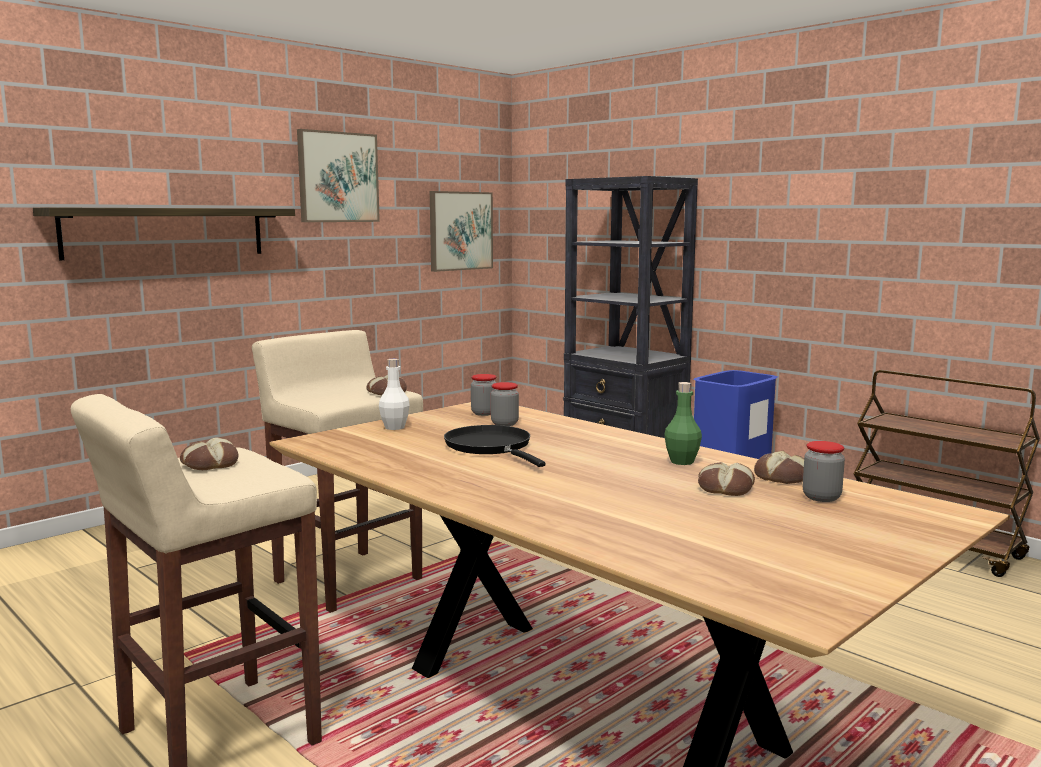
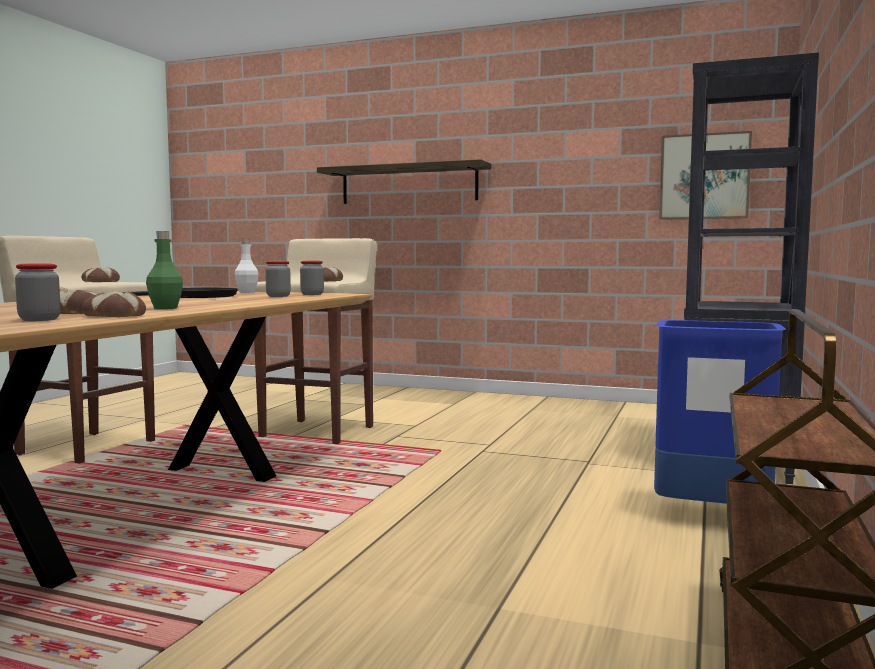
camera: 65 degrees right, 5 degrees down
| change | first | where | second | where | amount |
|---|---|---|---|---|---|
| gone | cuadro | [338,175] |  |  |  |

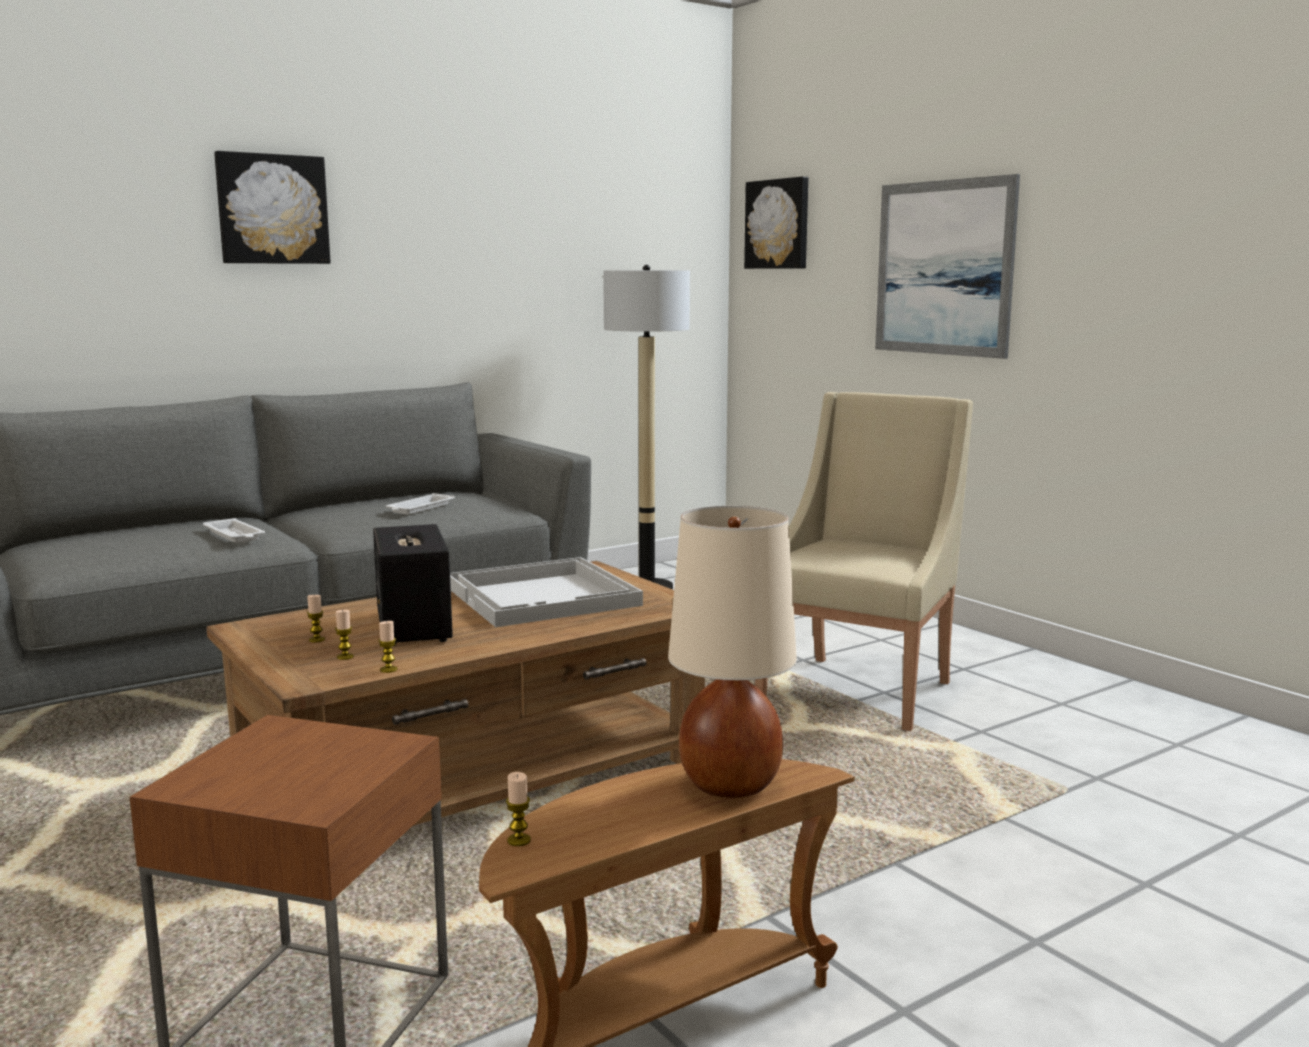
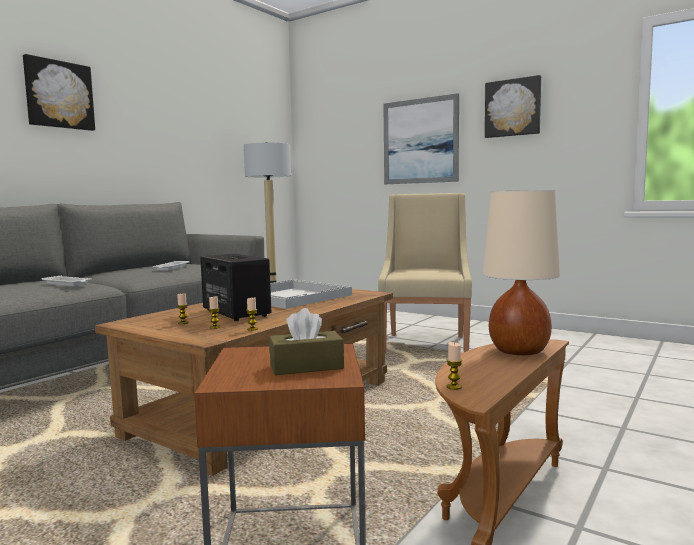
camera: 20 degrees left, 5 degrees down
| change | first | where | second | where | amount |
|---|---|---|---|---|---|
| shifted | cuadro | [776,223] |  | [513,106] |  |
| new |  |  | caja de pañuelos [marrón] | [306,341] |  |

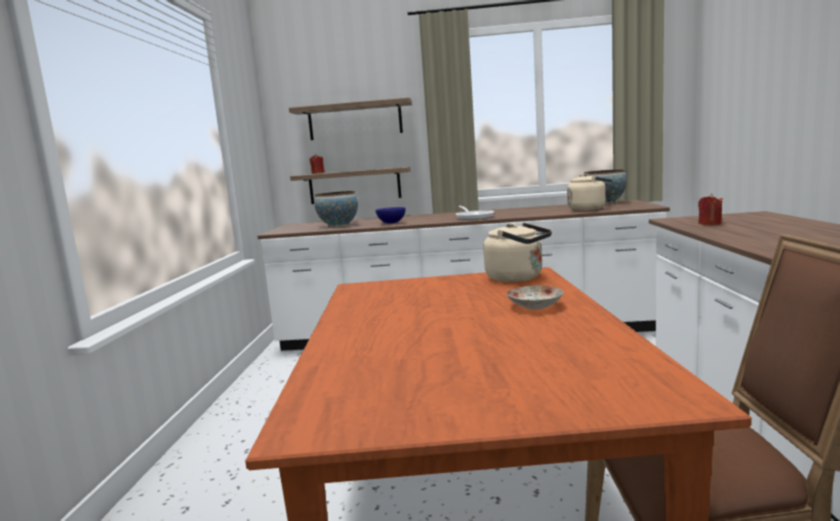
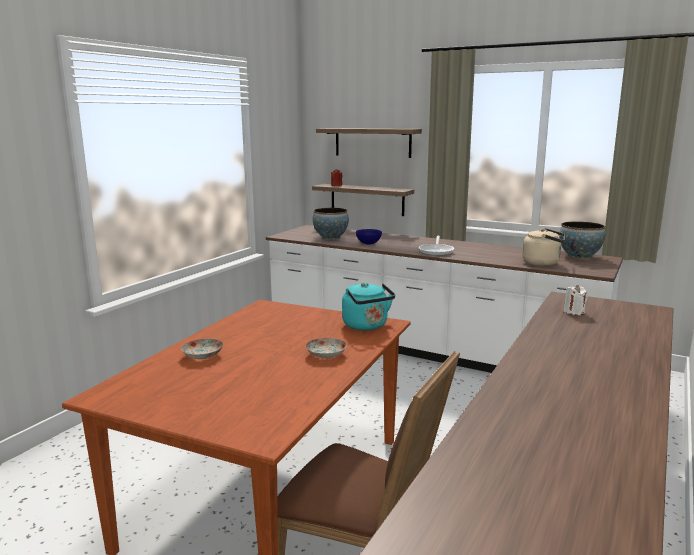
camera: 25 degrees right, 5 degrees up
| change | first | where | second | where | amount |
|---|---|---|---|---|---|
| repainted | hervidor [beis] | [517,252] | hervidor [turquesa] | [368,306] |  |
| repainted | vela [rojo] | [710,209] | vela [blanco] | [576,300] |  |
| new |  |  | plato | [202,349] |  |

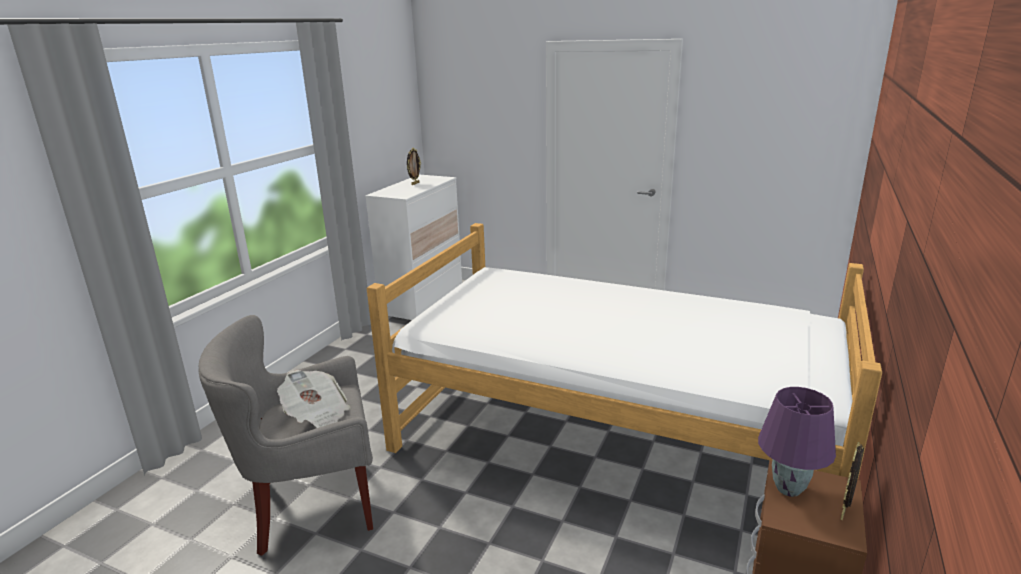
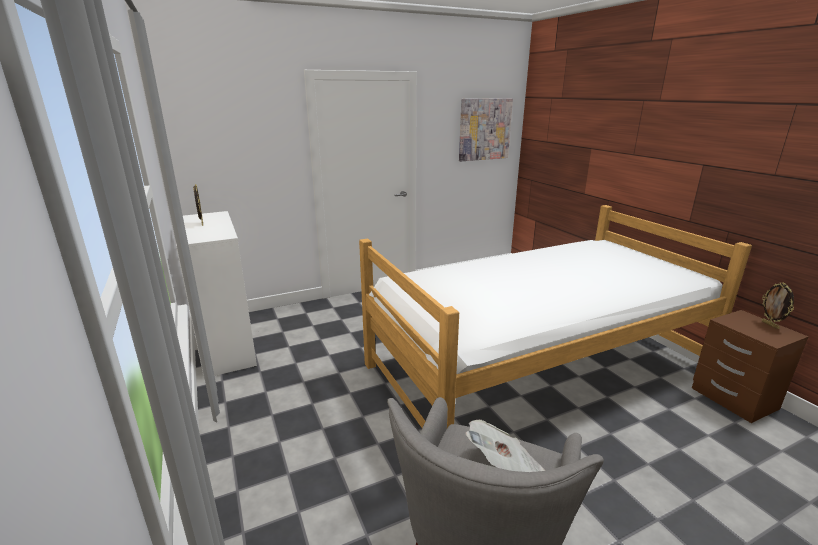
camera: 50 degrees left, 0 degrees up
| change | first | where | second | where | amount |
|---|---|---|---|---|---|
| gone | lámpara de mesa [morado] | [797,442] |  |  |  |
| new |  |  | cuadro | [486,129] |  |

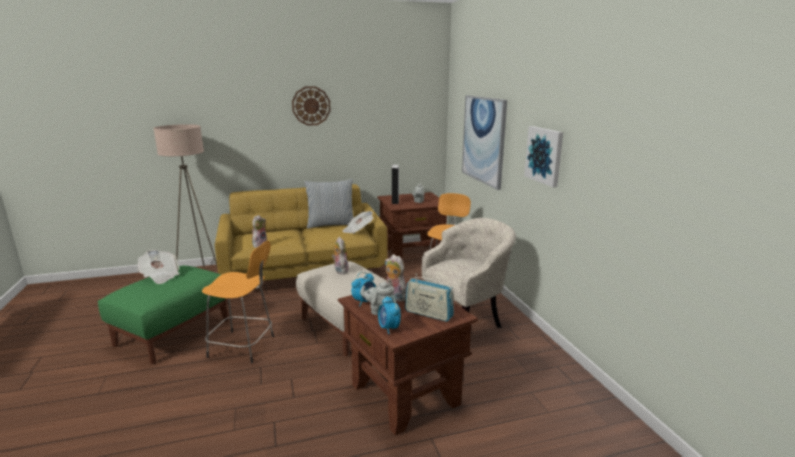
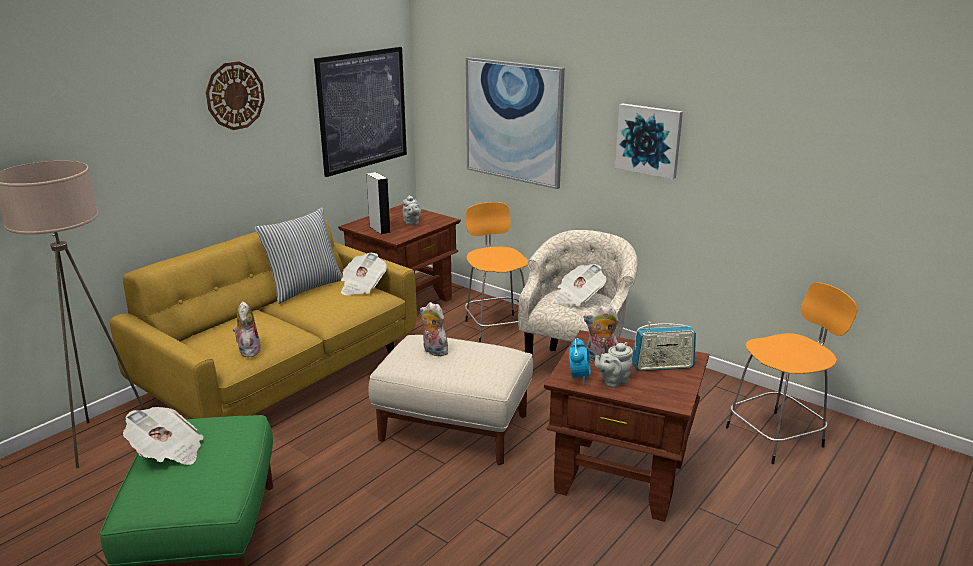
camera: 35 degrees left, 5 degrees up
| change | first | where | second | where | amount |
|---|---|---|---|---|---|
| shifted | taburete [naranja] | [238,302] |  | [791,373] |  |
| gone | despertador | [389,315] |  |  |  |
| new |  |  | cuadro | [360,112] |  |
| new |  |  | periódico | [579,285] |  |

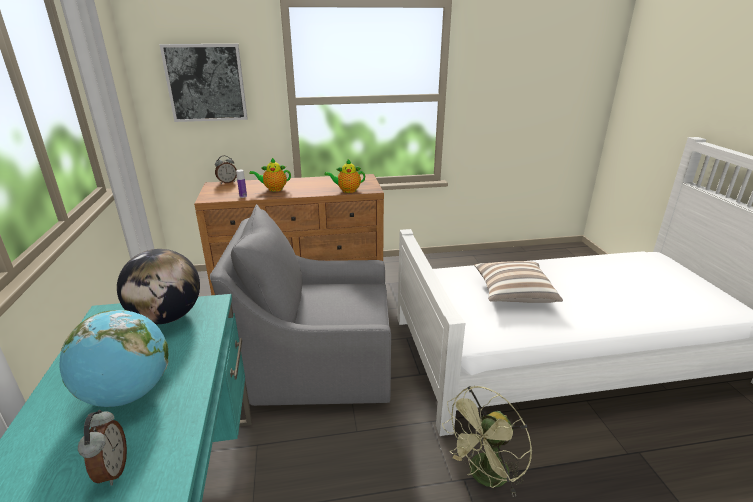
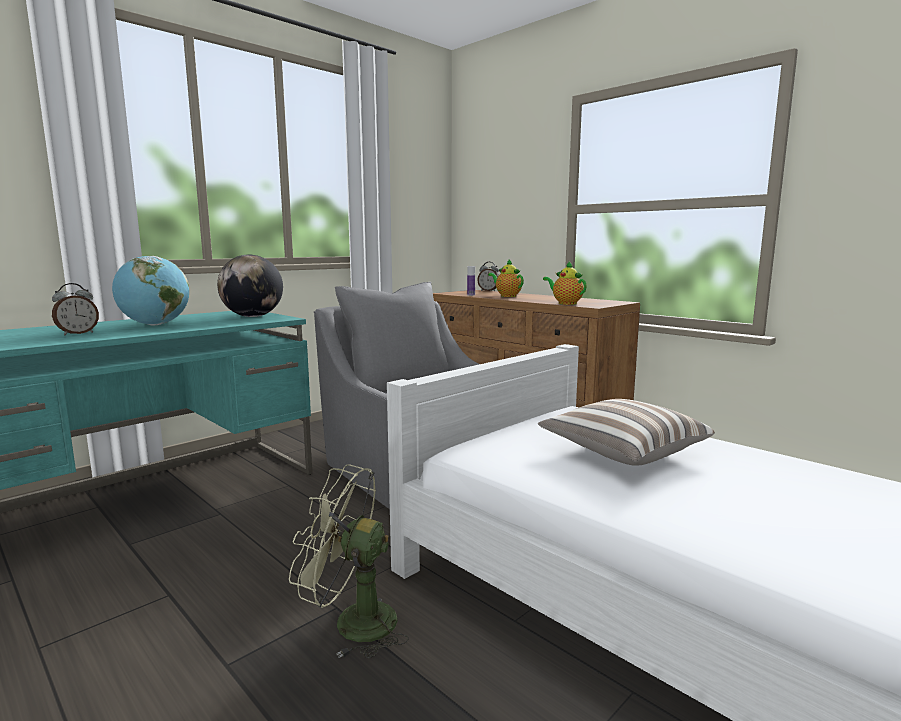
camera: 55 degrees right, 15 degrees down
| change | first | where | second | where | amount |
|---|---|---|---|---|---|
| gone | cuadro | [203,83] |  |  |  |

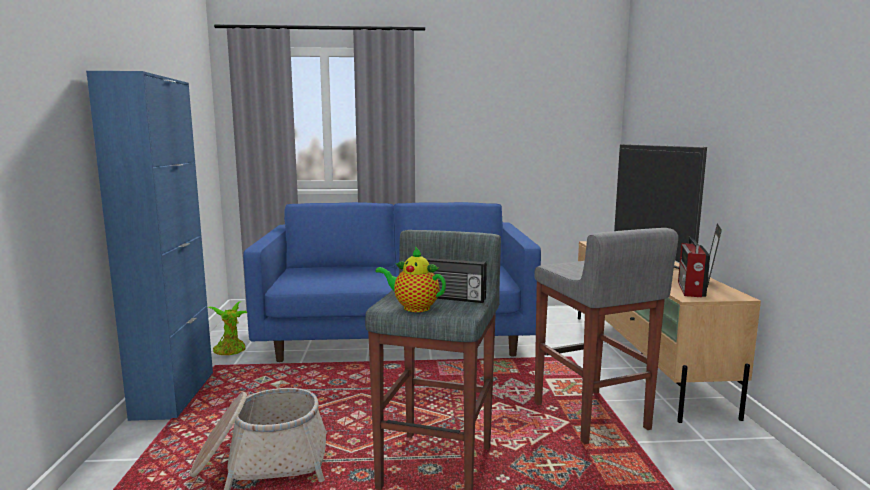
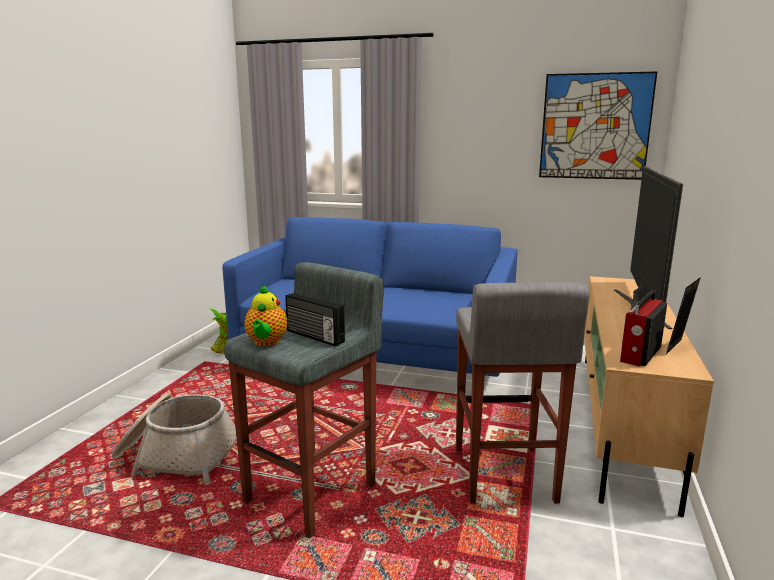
camera: 20 degrees right, 5 degrees up
| change | first | where | second | where | amount |
|---|---|---|---|---|---|
| gone | armario [azul] | [149,246] |  |  |  |
| rotated | tetera | [410,279] |  | [265,315] | 135 degrees counterclockwise |
| new |  |  | cuadro | [598,125] |  |

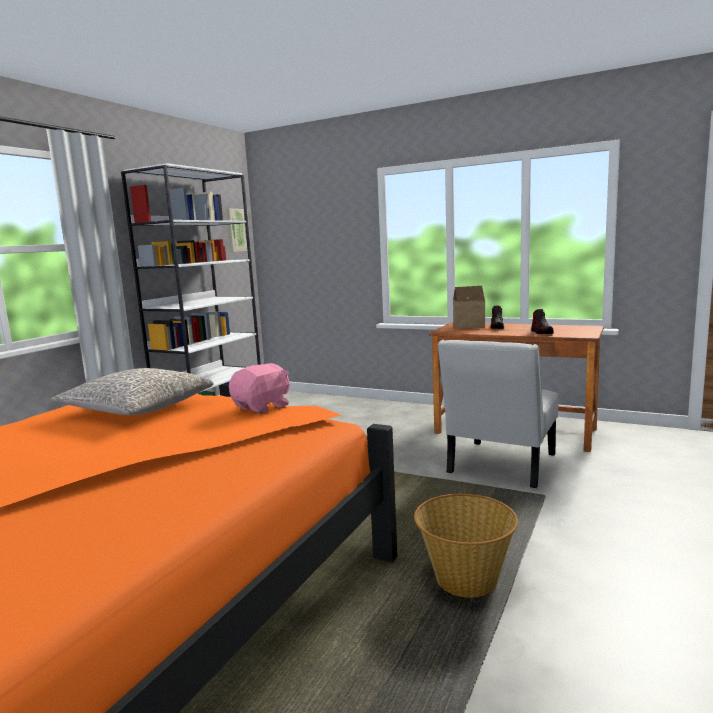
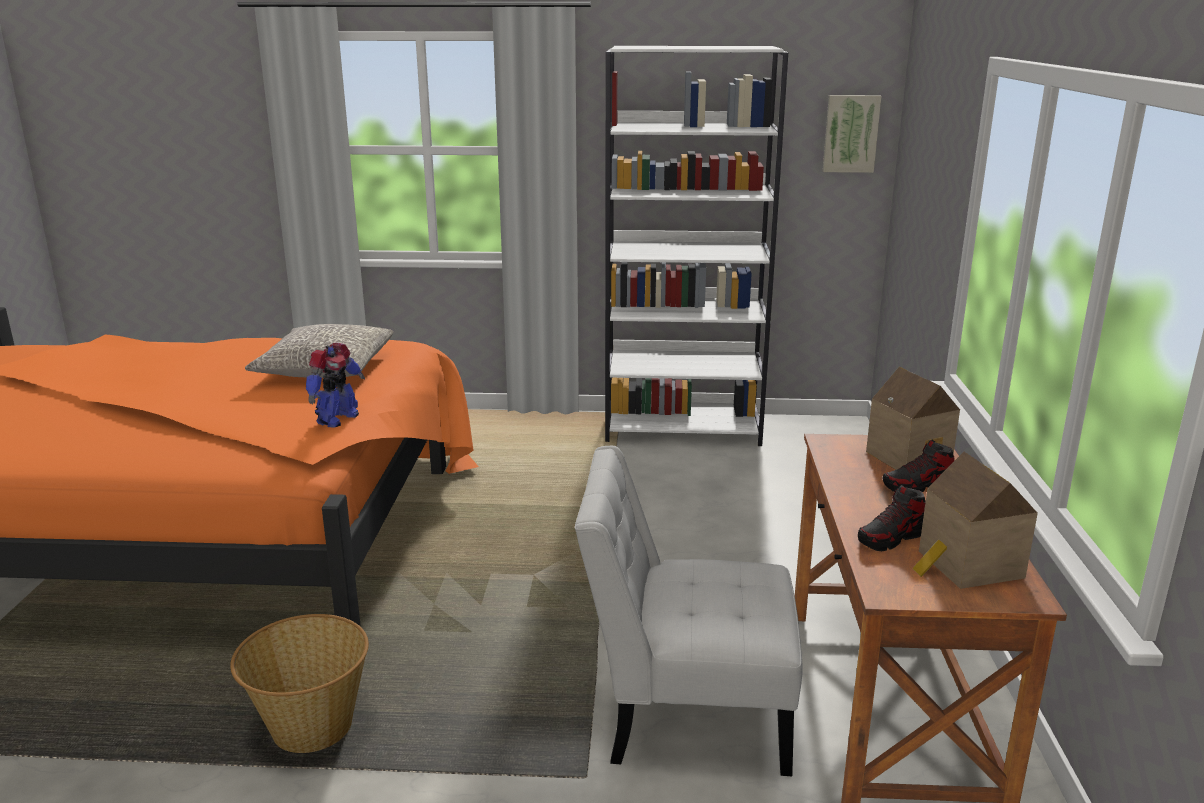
camera: 65 degrees right, 10 degrees up
| change | first | where | second | where | amount |
|---|---|---|---|---|---|
| swapped | peluche [rosa] | [259,388] | robot de juguete | [335,385] |  |
| new |  |  | casita | [975,520] |  |

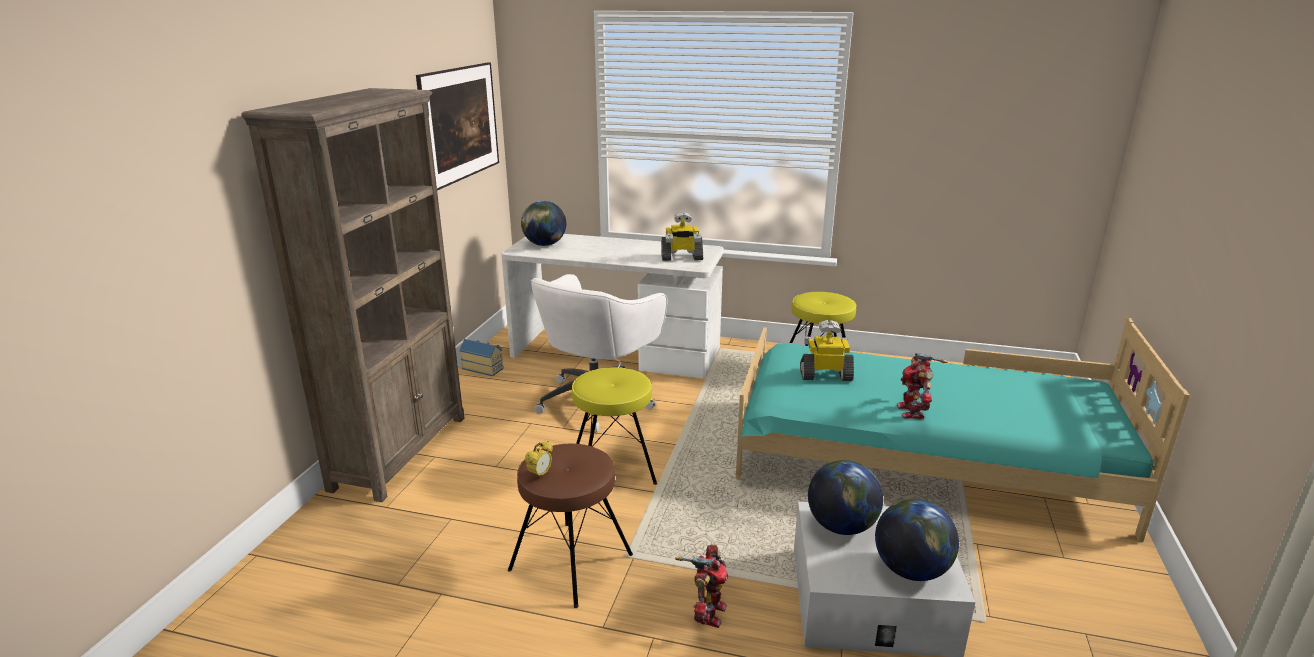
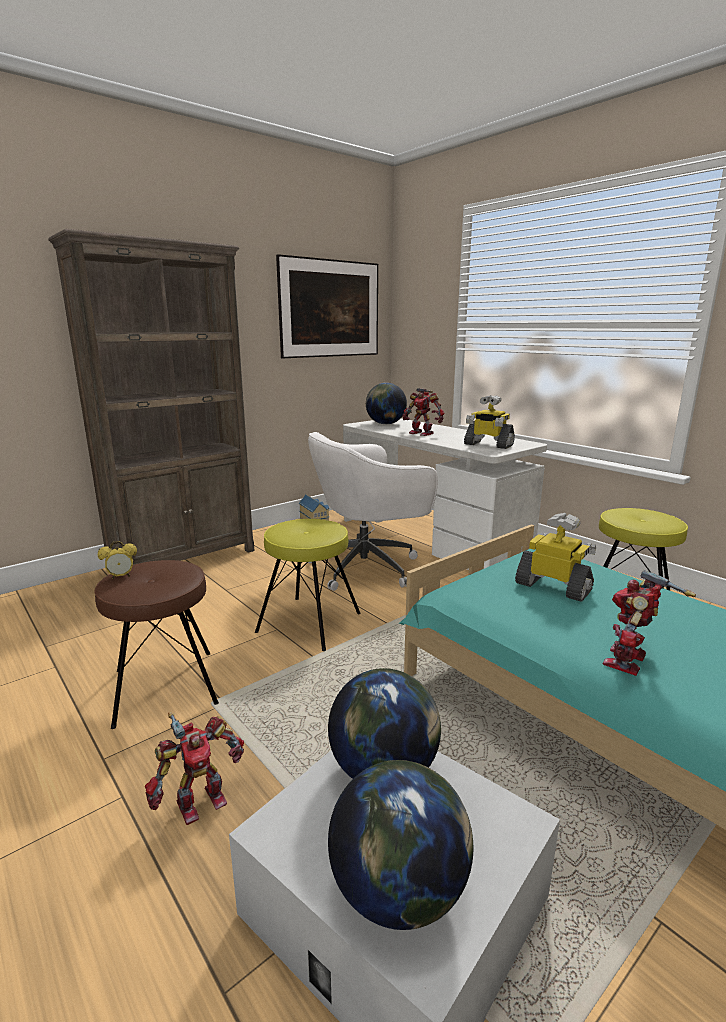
camera: 35 degrees right, 5 degrees down
| change | first | where | second | where | amount |
|---|---|---|---|---|---|
| new |  |  | robot de juguete | [423,412] |  |

